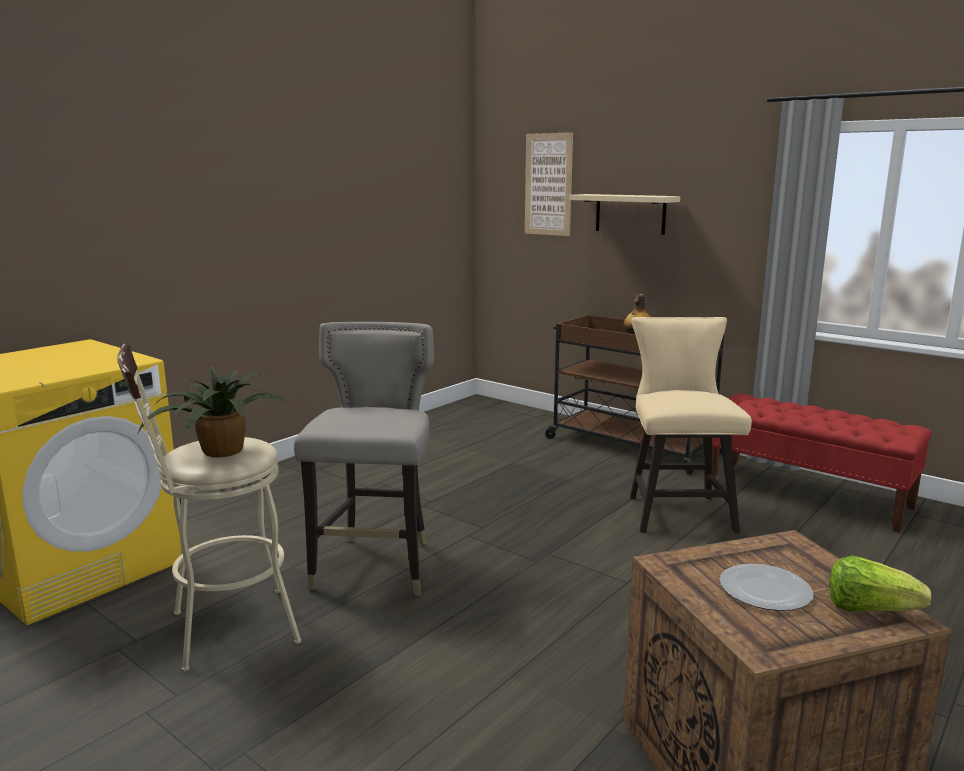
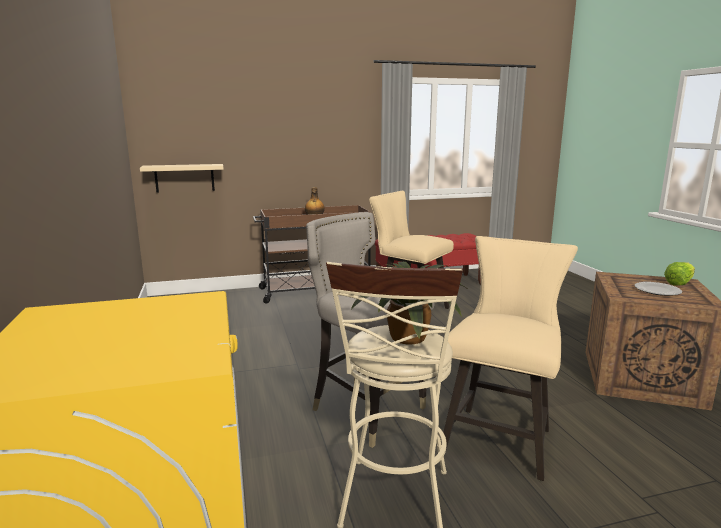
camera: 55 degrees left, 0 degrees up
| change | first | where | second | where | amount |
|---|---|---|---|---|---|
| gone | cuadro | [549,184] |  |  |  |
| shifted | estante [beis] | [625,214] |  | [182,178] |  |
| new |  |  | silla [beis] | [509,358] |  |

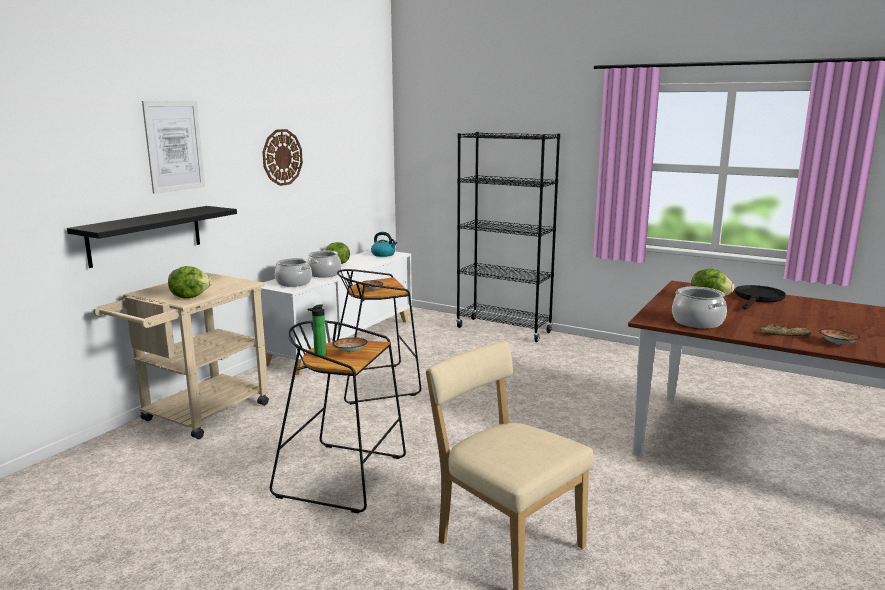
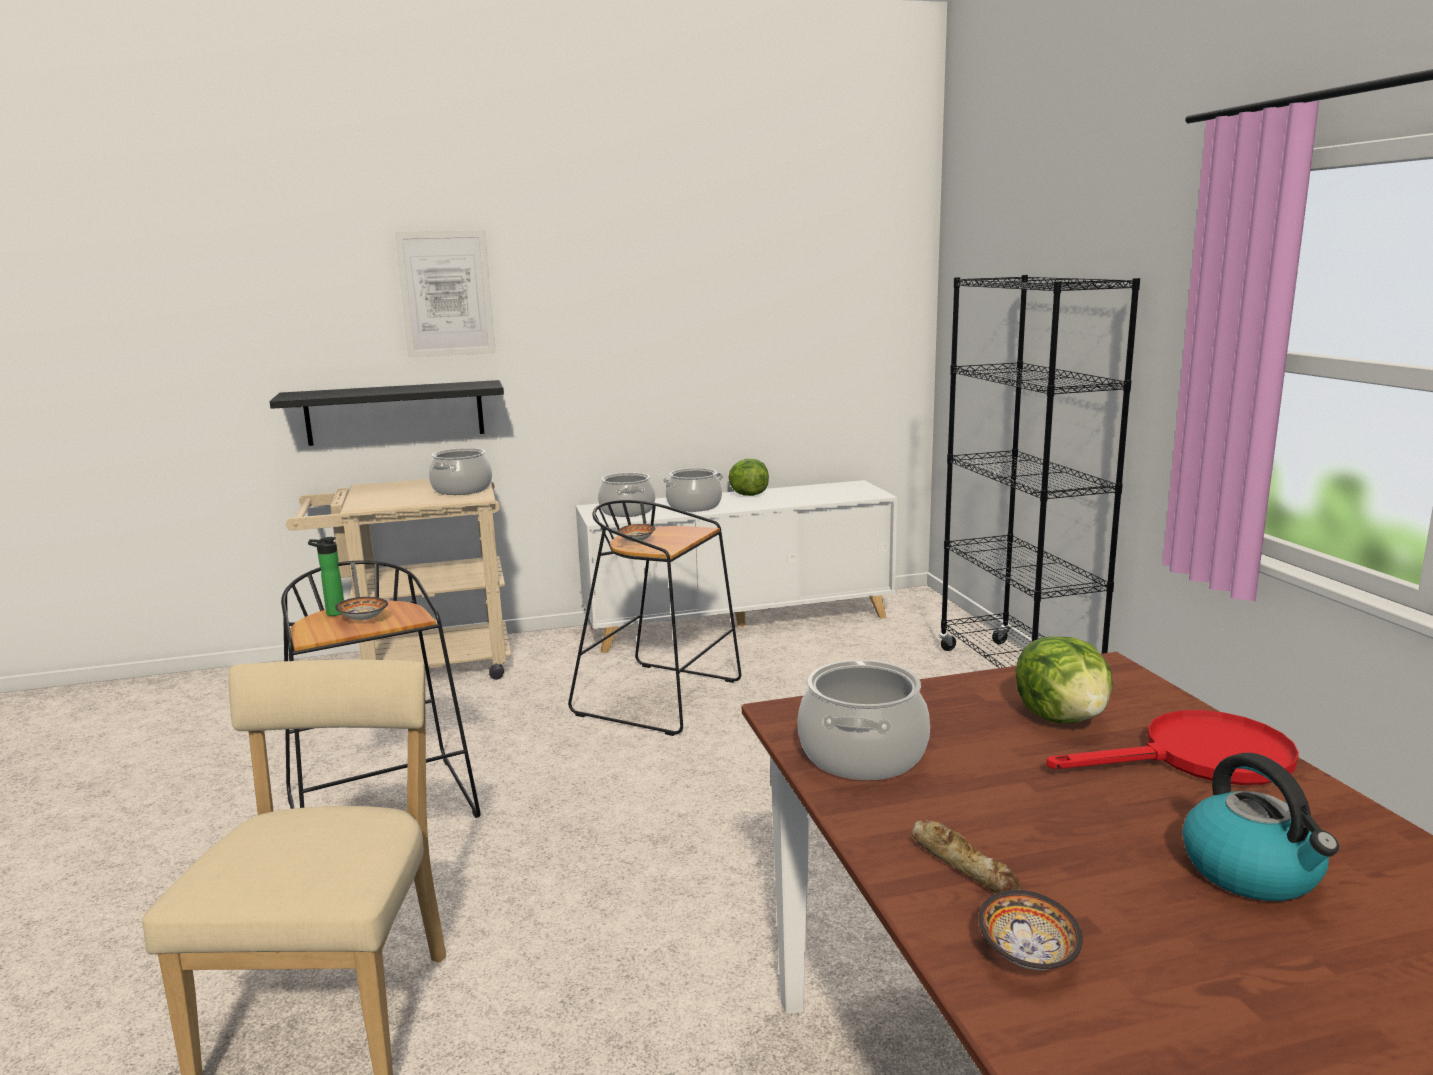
camera: 45 degrees right, 0 degrees up
| change | first | where | second | where | amount |
|---|---|---|---|---|---|
| gone | lechuga | [190,282] |  |  |  |
| gone | reloj de pared | [283,157] |  |  |  |
| shifted | hervidor | [384,244] |  | [1260,827] |  |
| repainted | sartén [negro] | [760,297] | sartén [rojo] | [1172,747] |  |
| new |  |  | olla | [460,471] |  |

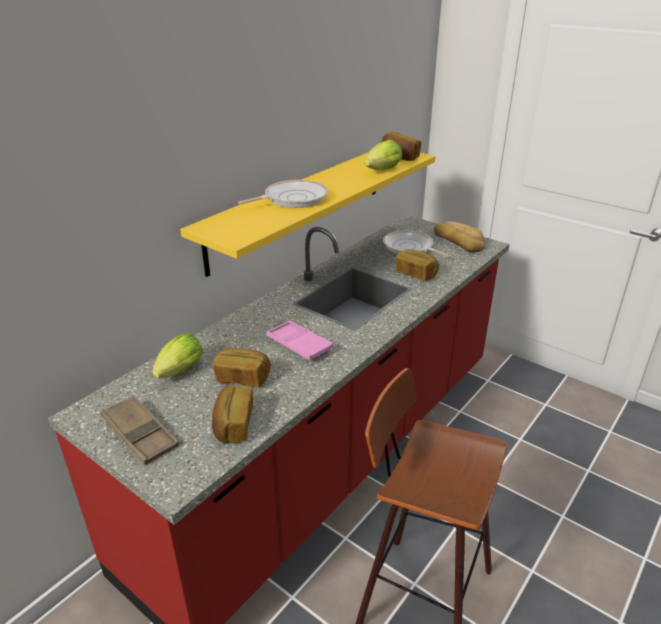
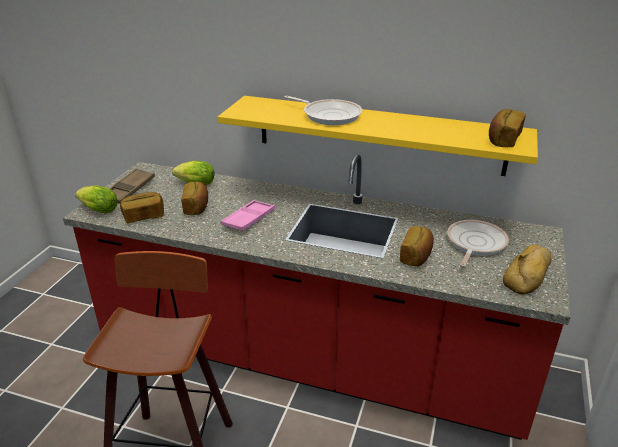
camera: 70 degrees right, 0 degrees up
| change | first | where | second | where | amount |
|---|---|---|---|---|---|
| shifted | lechuga | [383,154] |  | [96,200] |  |

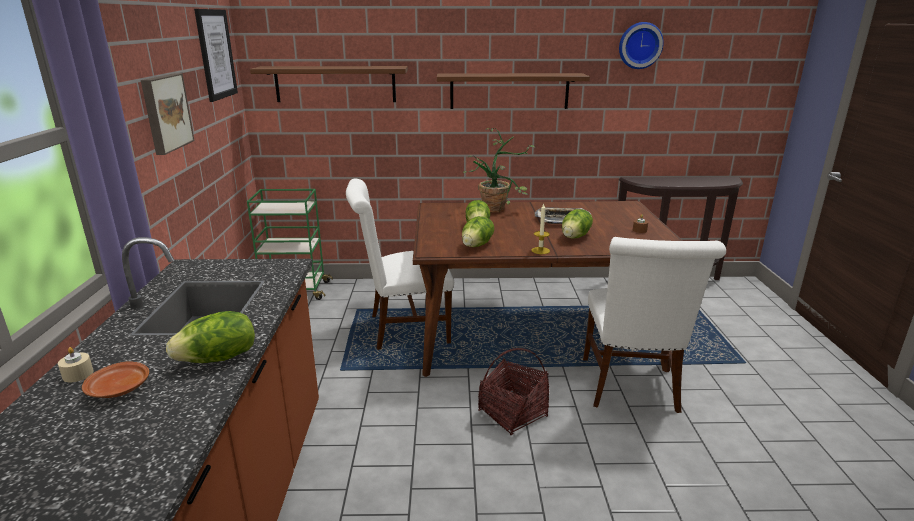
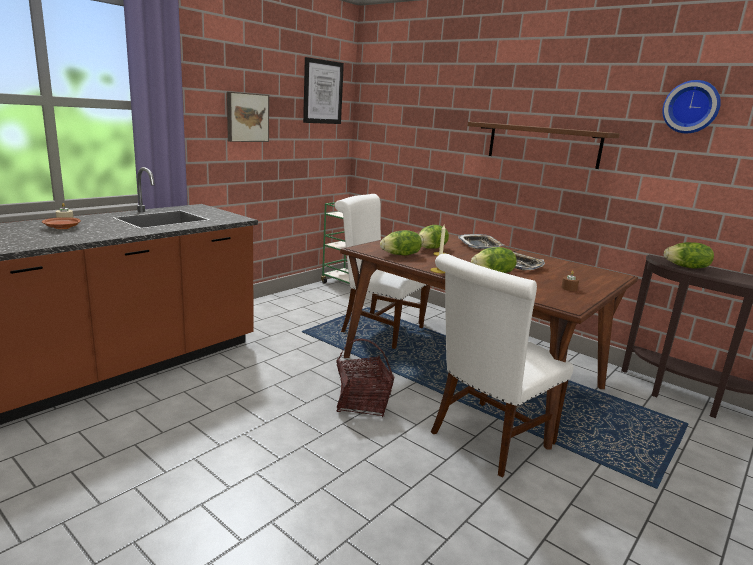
camera: 40 degrees right, 5 degrees down
| change | first | where | second | where | amount |
|---|---|---|---|---|---|
| shifted | lechuga | [210,337] |  | [689,255] |  |
| gone | estante | [329,84] |  |  |  |
| swapped | planta en maceta | [499,170] | bandeja | [481,242] |  |

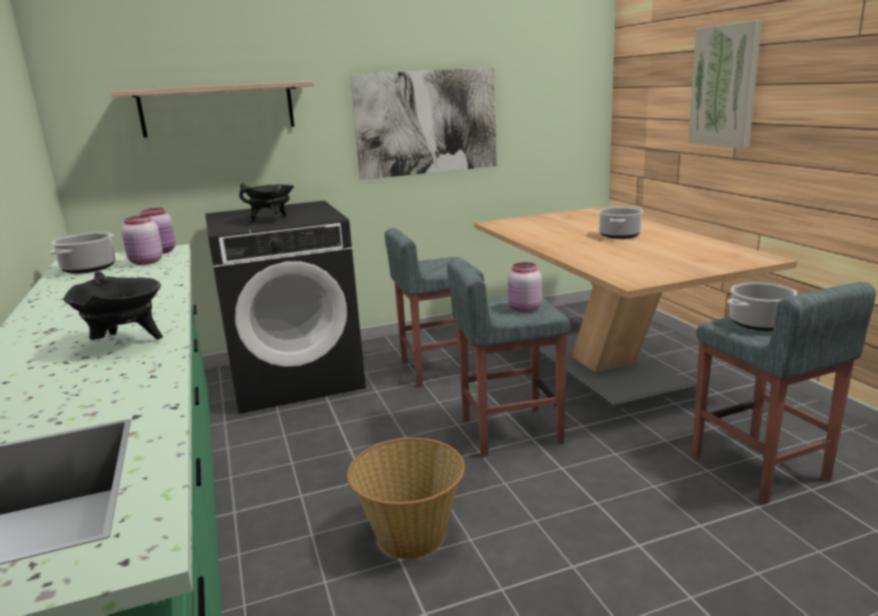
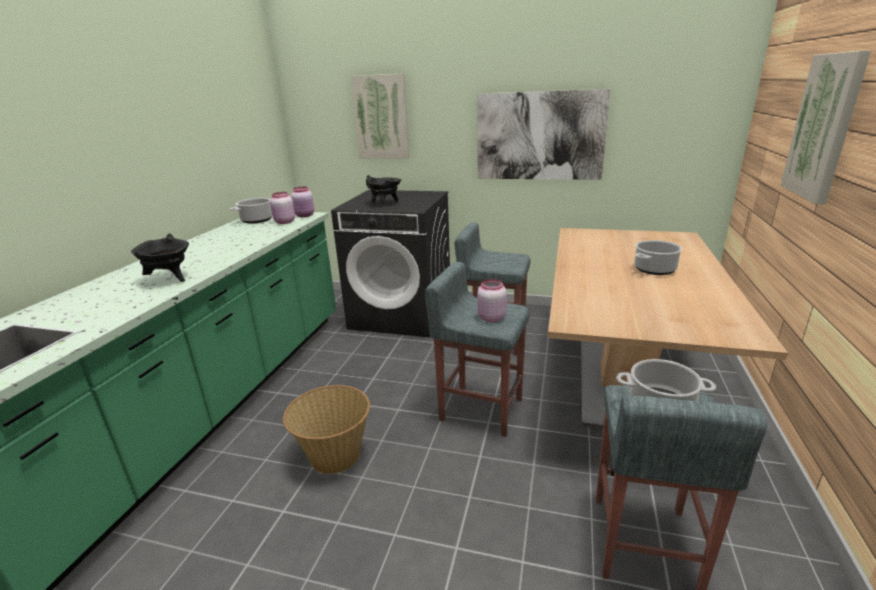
camera: 35 degrees right, 5 degrees up
| change | first | where | second | where | amount |
|---|---|---|---|---|---|
| swapped | estante | [212,109] | cuadro | [380,116] |  |

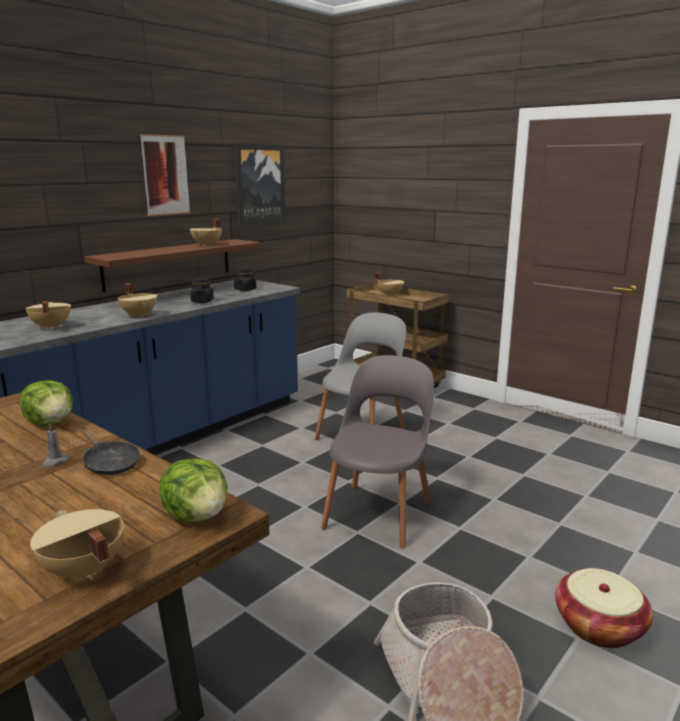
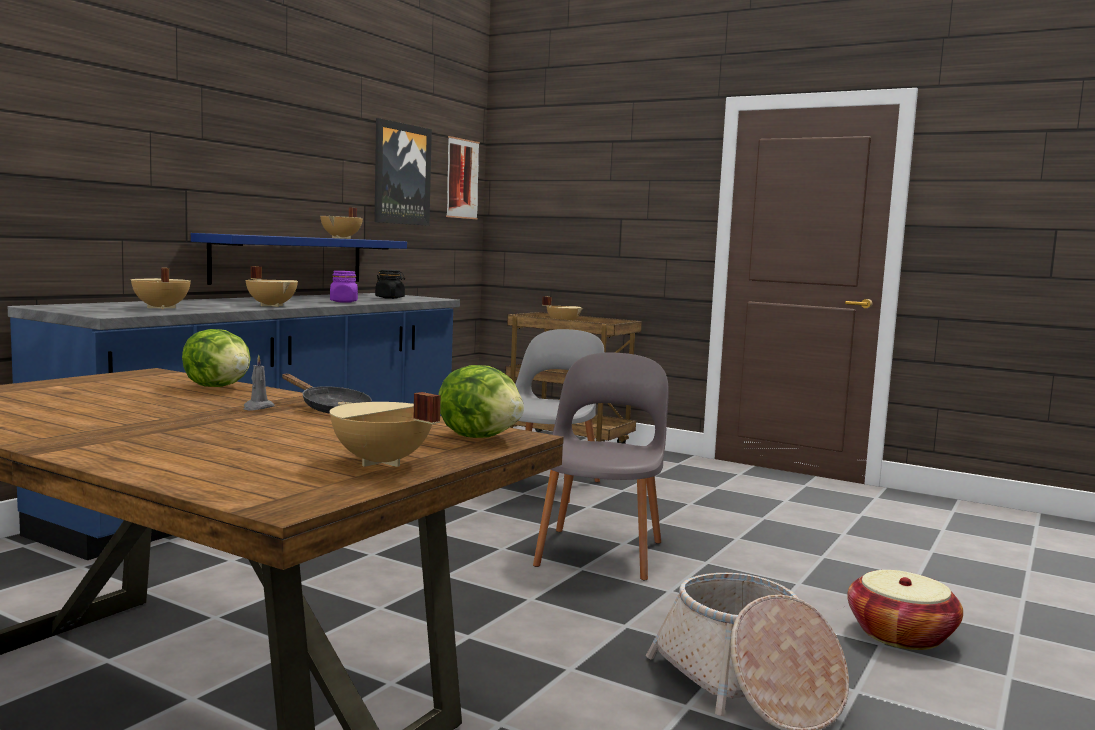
camera: 10 degrees left, 10 degrees down
| change | first | where | second | where | amount |
|---|---|---|---|---|---|
| repainted | estante [marrón] | [173,266] | estante [azul] | [299,259] |  |
| shifted | cuadro | [165,175] |  | [463,177] |  |
| repainted | tarro [negro] | [202,290] | tarro [morado] | [344,287] |  |

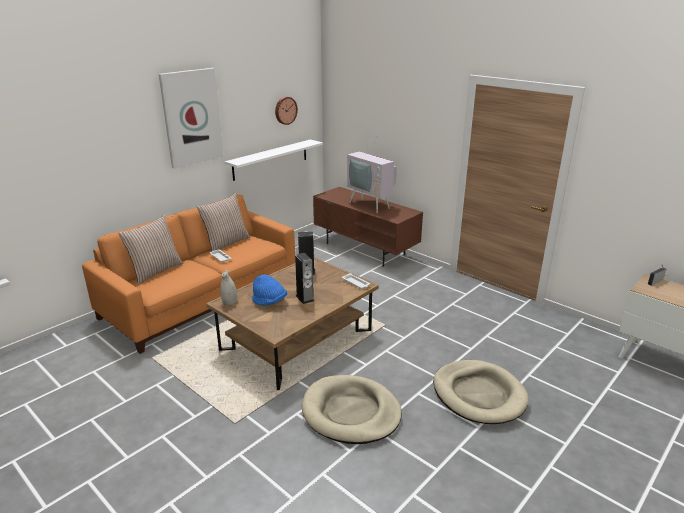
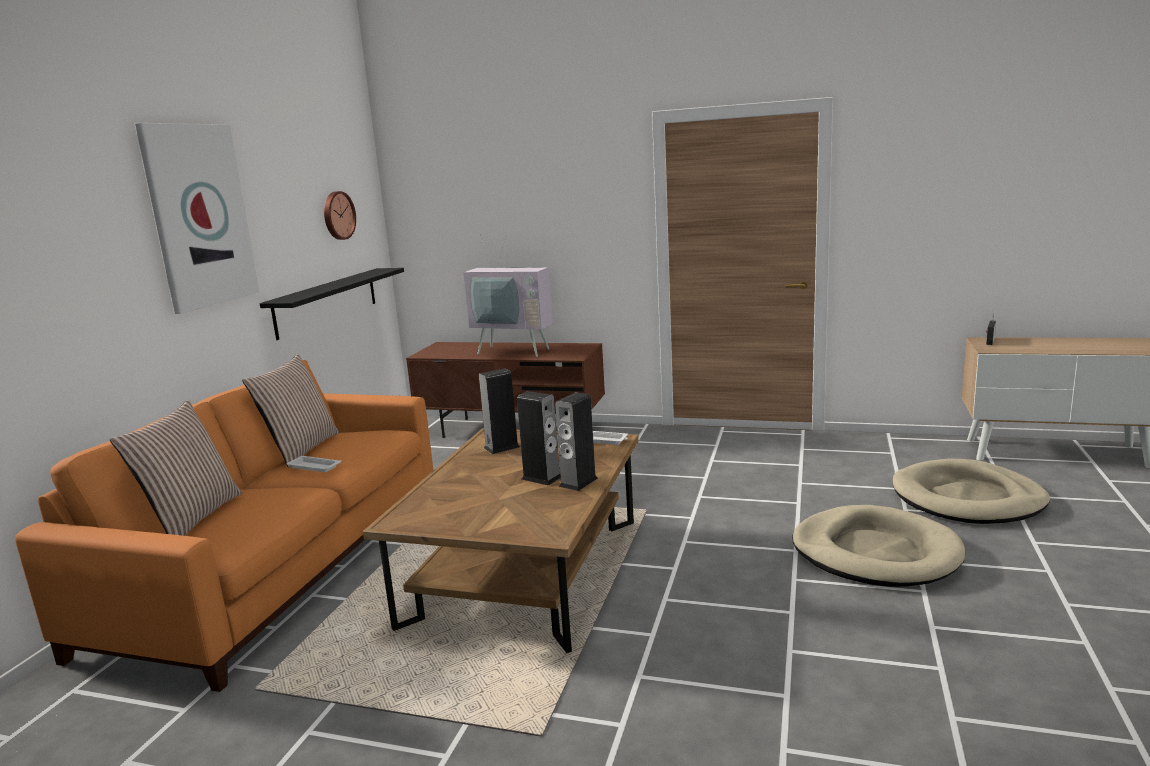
camera: 25 degrees left, 10 degrees down
| change | first | where | second | where | amount |
|---|---|---|---|---|---|
| gone | florero [blanco] | [228,287] |  |  |  |
| repainted | estante [blanco] | [274,160] | estante [negro] | [332,304] |  |
| gone | sombrero [azul] | [269,290] |  |  |  |
| shifted | cama para perro [beis] | [352,409] |  | [971,491] |  |
| new |  |  | altavoz | [576,441] |  |

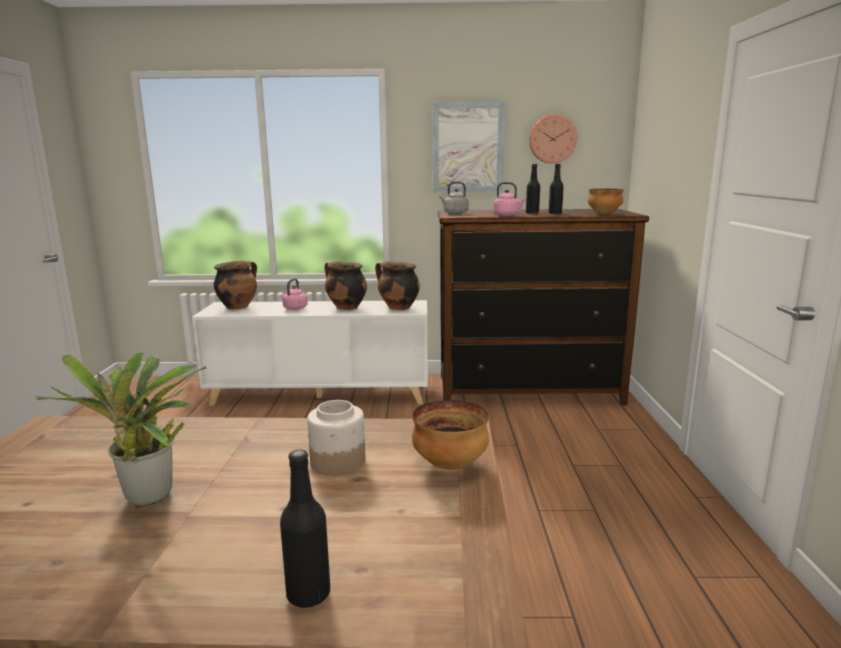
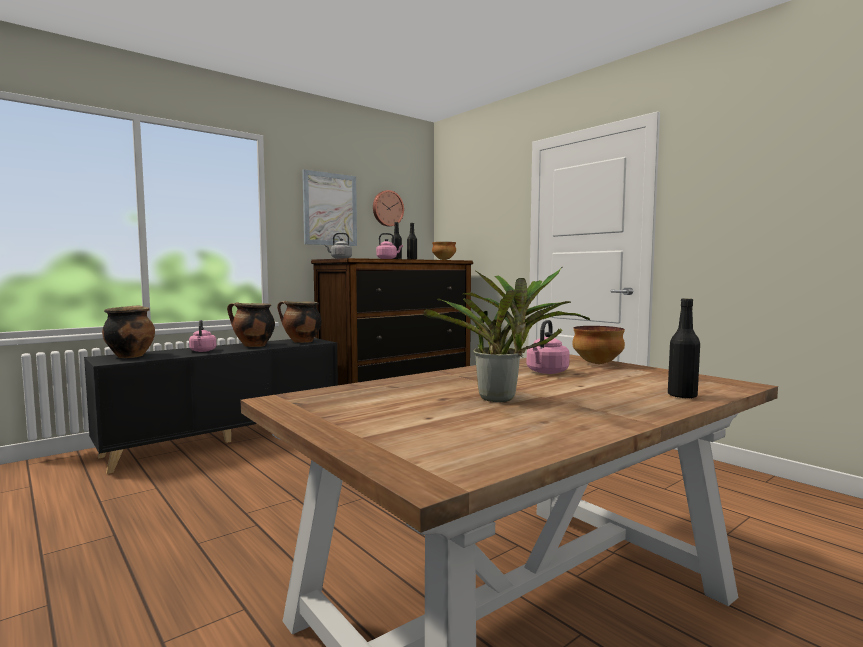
camera: 40 degrees left, 10 degrees down
| change | first | where | second | where | amount |
|---|---|---|---|---|---|
| repainted | armario [blanco] | [310,353] | armario [negro] | [211,406] |  |
| swapped | tarro | [336,438] | hervidor [rosa] | [548,347] |  |

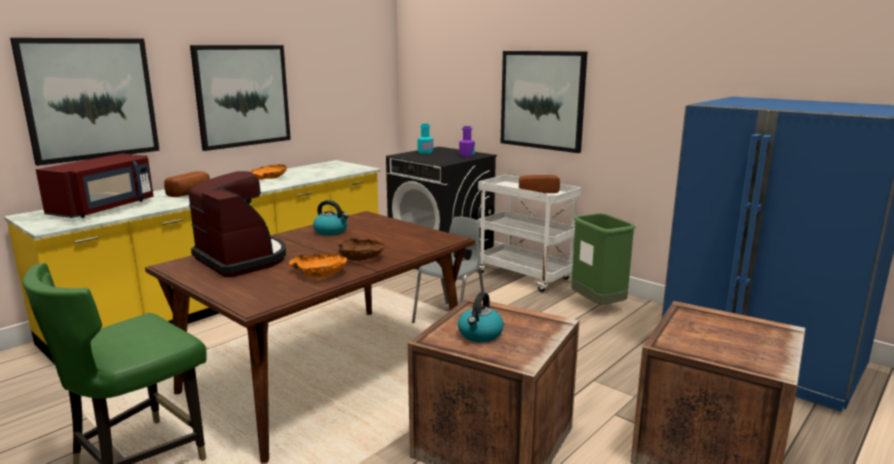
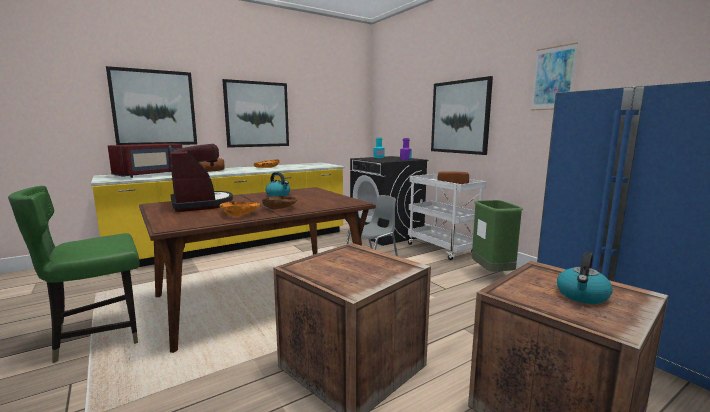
camera: 15 degrees right, 5 degrees down
| change | first | where | second | where | amount |
|---|---|---|---|---|---|
| shifted | hervidor | [481,317] |  | [585,278] |  |
| new |  |  | cuadro | [554,76] |  |

